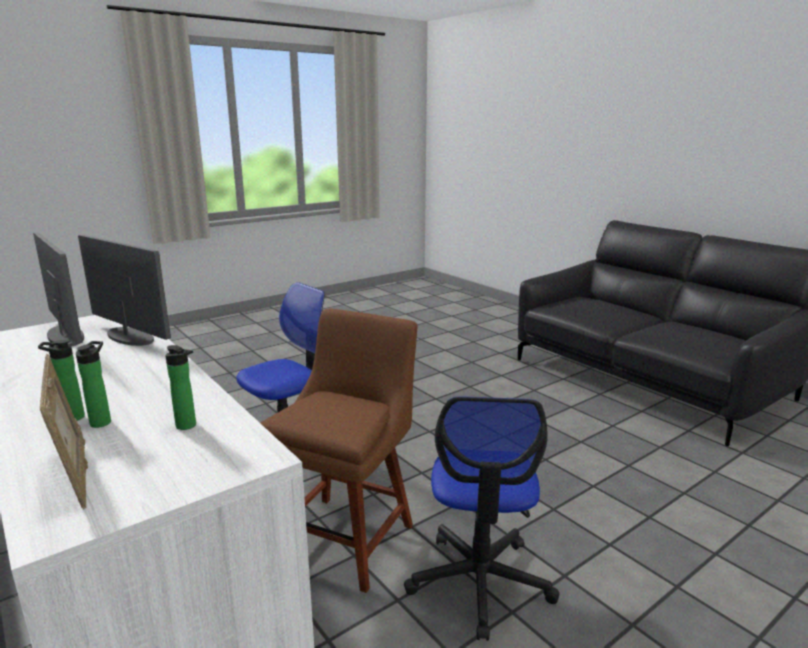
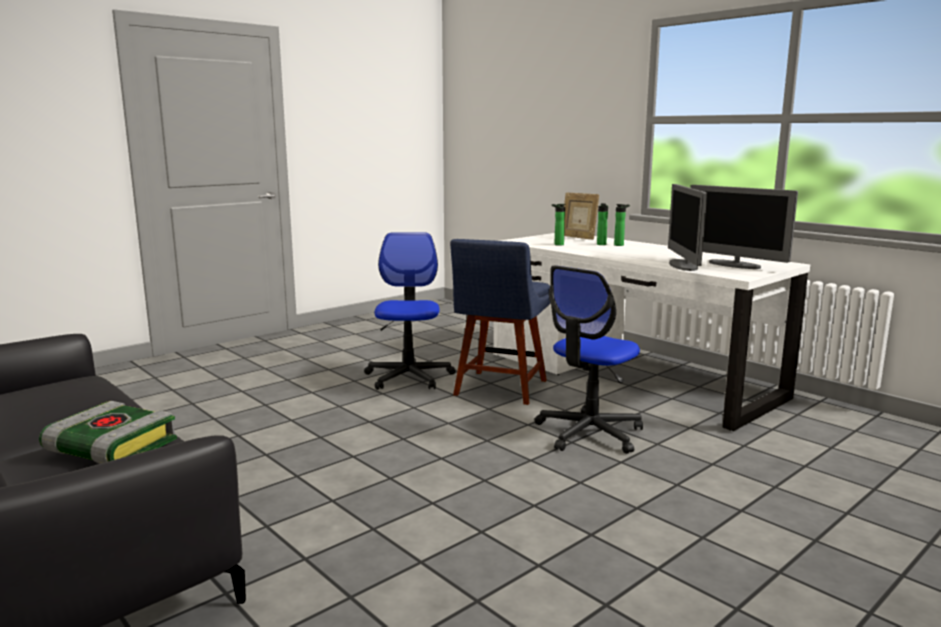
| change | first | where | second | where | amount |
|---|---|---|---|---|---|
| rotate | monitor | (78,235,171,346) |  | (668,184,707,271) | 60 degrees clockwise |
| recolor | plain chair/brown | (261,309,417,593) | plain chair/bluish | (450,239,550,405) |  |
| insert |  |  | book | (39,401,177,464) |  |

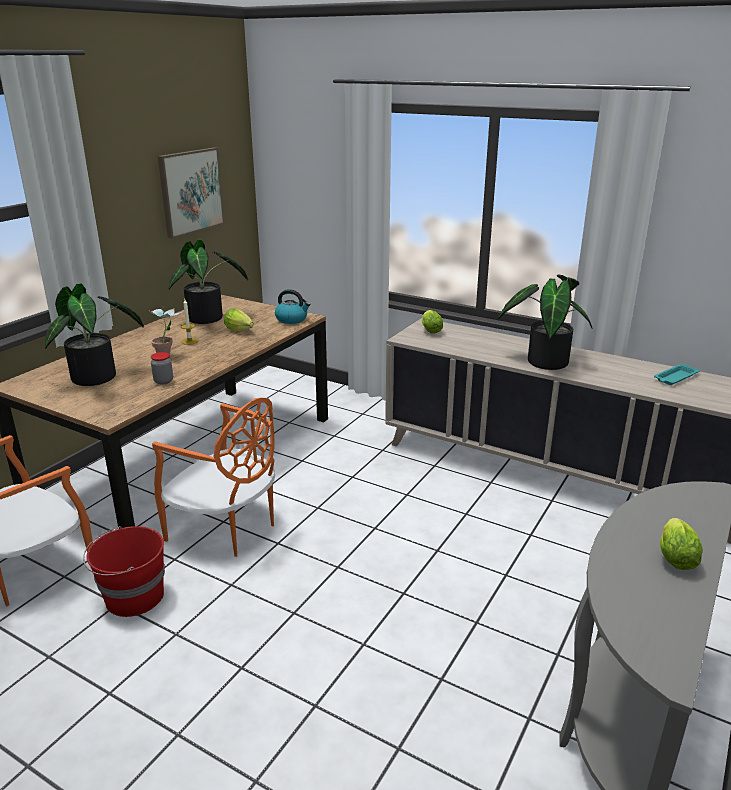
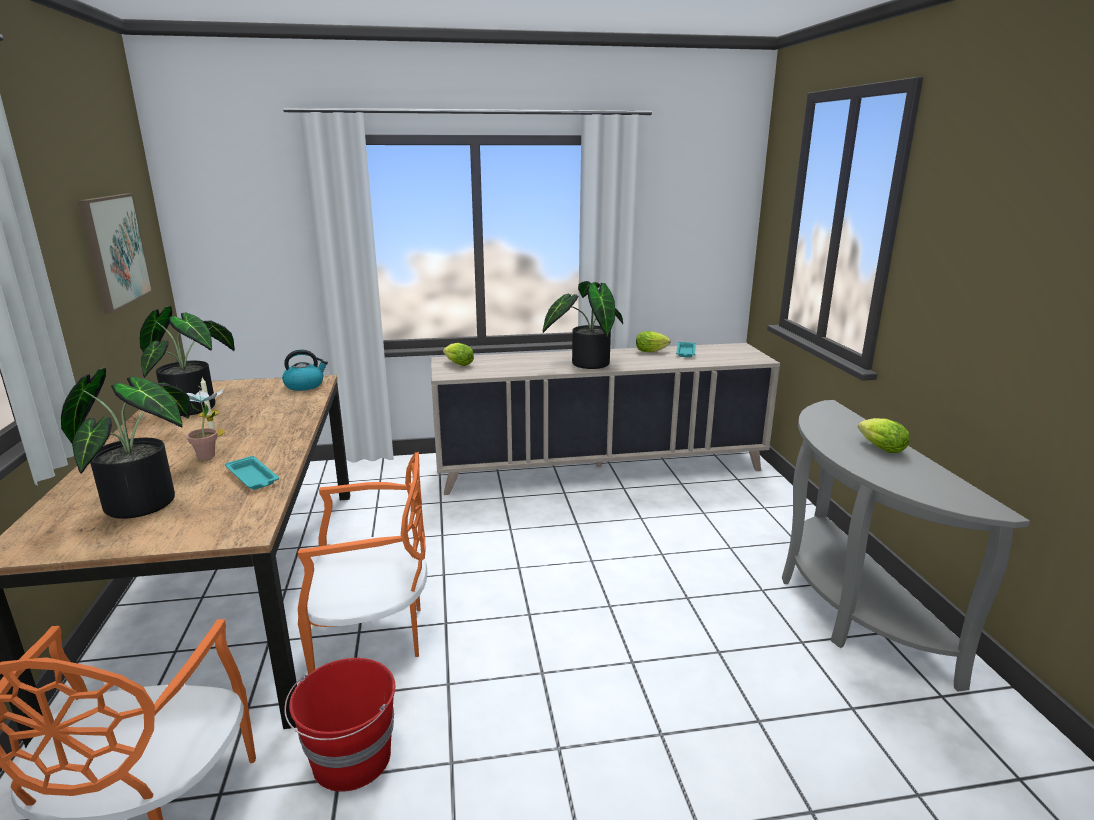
| change | first | where | second | where | amount |
|---|---|---|---|---|---|
| move | head of lettuce | (224,309,254,332) |  | (636,331,670,352) |  |
| replace | preserve jar | (151,352,173,384) | tray/turquoise-coloured | (225,456,279,490) |  |

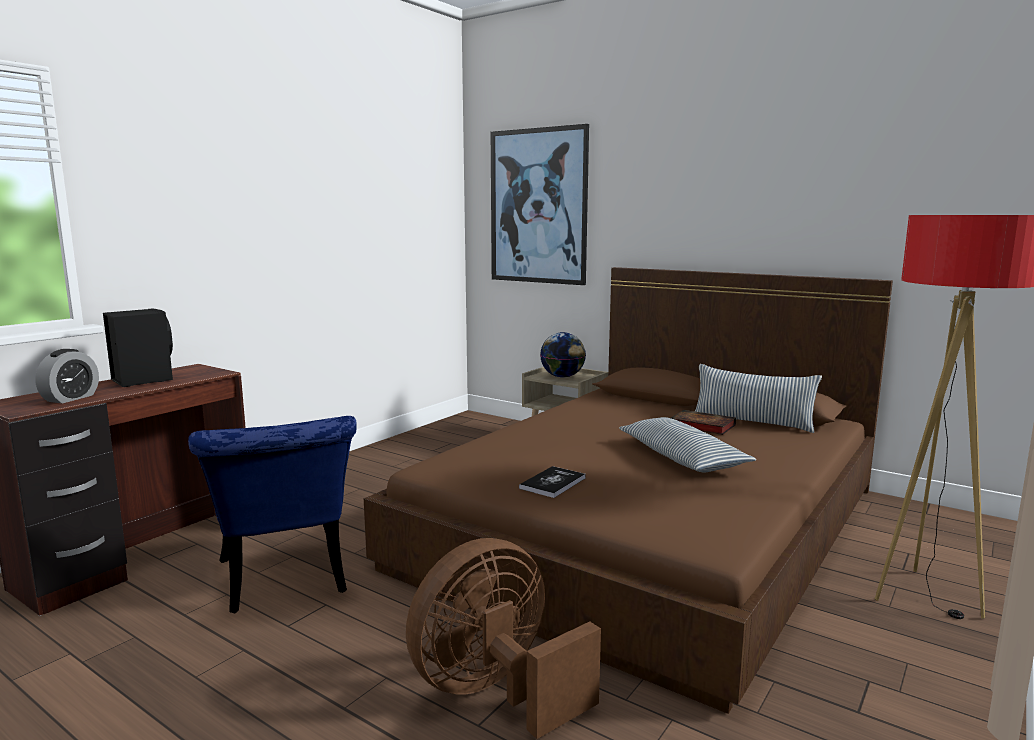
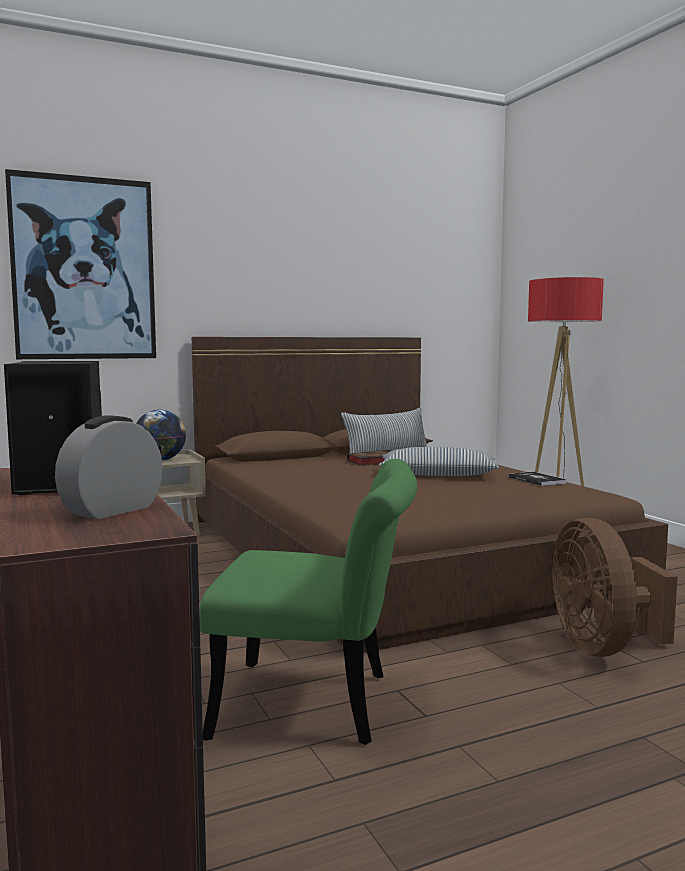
| change | first | where | second | where | amount |
|---|---|---|---|---|---|
| rotate | alarm clock | (35,349,99,403) |  | (55,415,162,519) | 105 degrees counterclockwise |
| recolor | plain chair/bluish | (188,416,357,613) | plain chair/green | (200,459,417,745) |  |
| move | book | (519,466,586,498) |  | (509,472,567,486) |  |

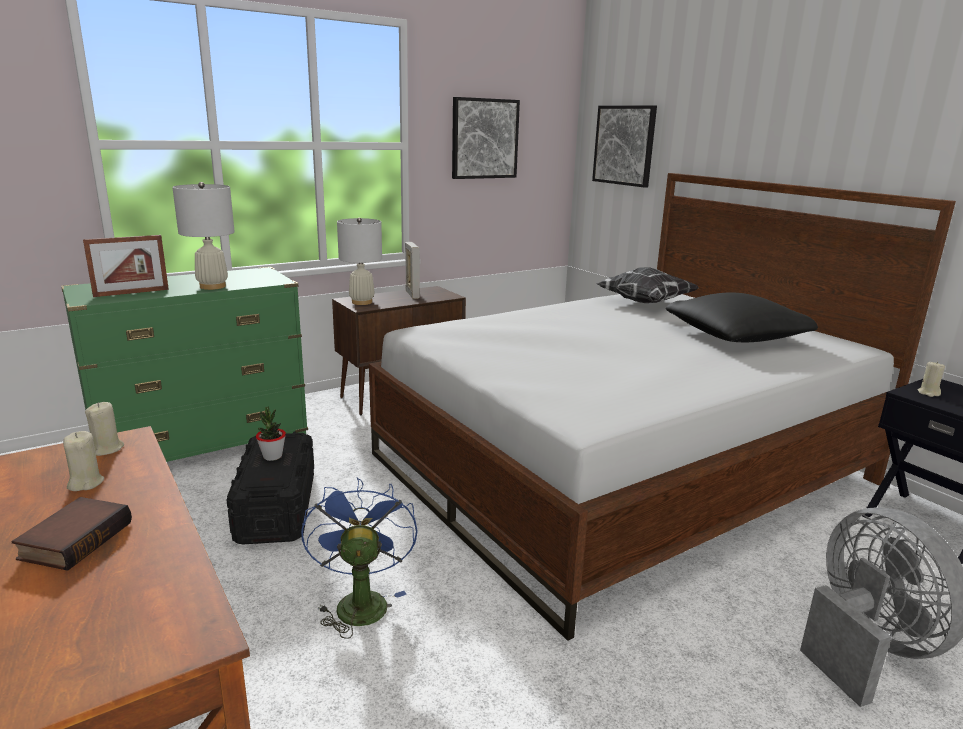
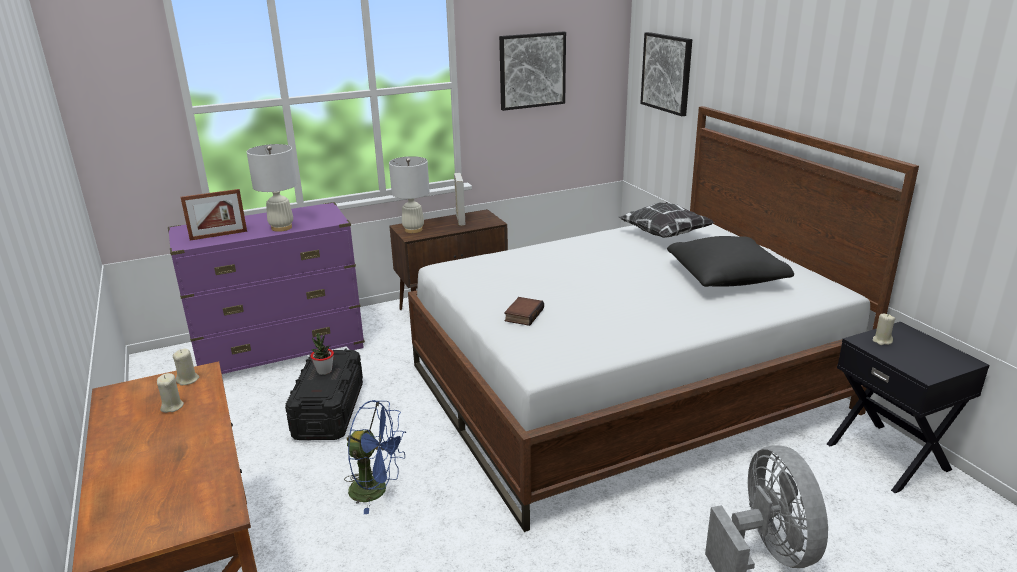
| change | first | where | second | where | amount |
|---|---|---|---|---|---|
| recolor | drawer chest/green | (61,267,308,462) | drawer chest/purple-coloured | (168,202,365,374) |  |
| rotate | fan/bluish | (301,477,418,639) |  | (344,400,406,514) | 105 degrees clockwise |
| move | book | (11,497,132,570) |  | (504,297,544,326) |  |

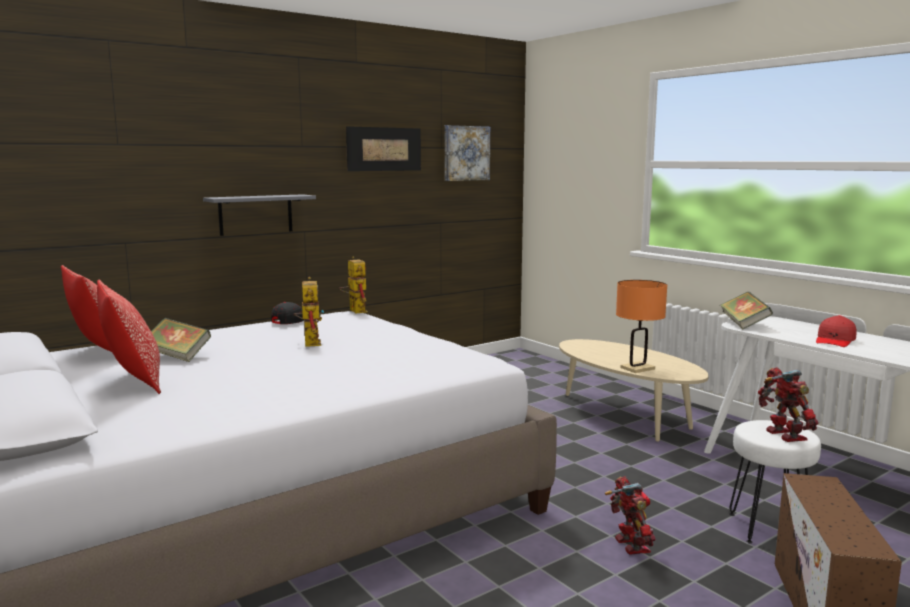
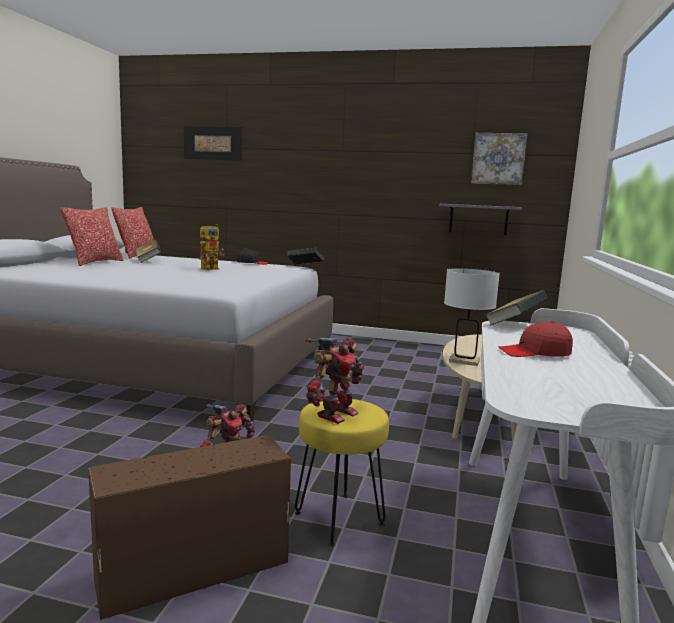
| change | first | where | second | where | amount |
|---|---|---|---|---|---|
| move | picture | (346,126,421,171) |  | (184,126,243,161) |  |
| move | shelf/grey | (203,194,316,236) |  | (439,204,522,235) |  |
| replace | model robot | (339,256,368,314) | book | (287,248,323,265) |  |
| recolor | tabletop lamp/orangey | (616,280,667,373) | tabletop lamp/white | (444,268,500,366) |  |
| recolor | stool seat/white | (729,420,821,544) | stool seat/yellow-coloured | (295,398,389,547) |  |

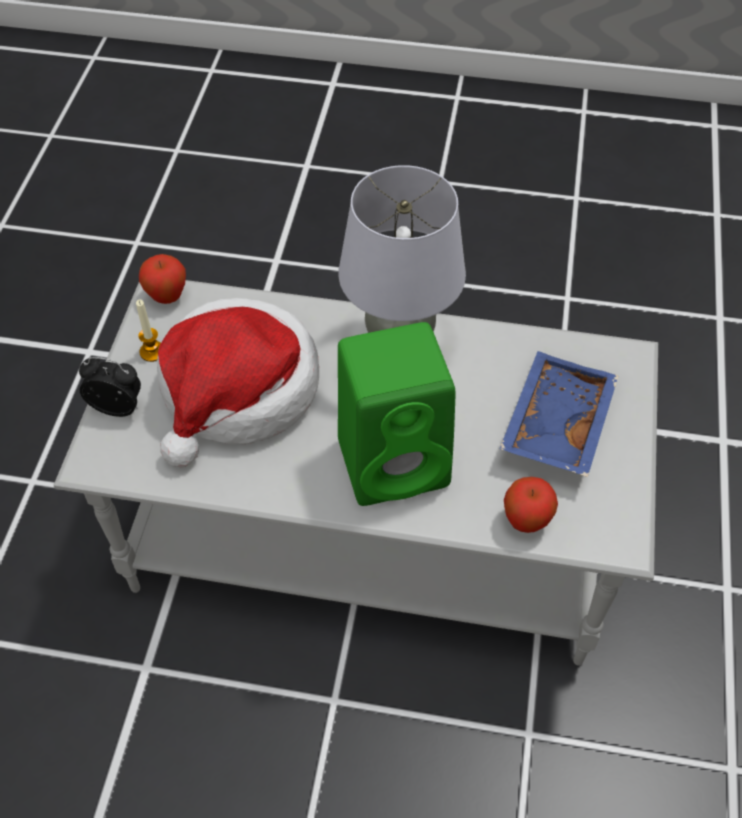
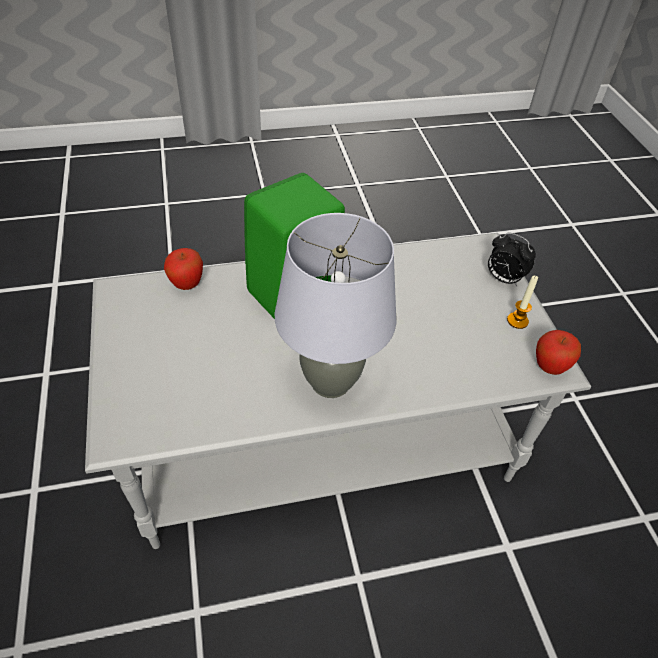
| change | first | where | second | where | amount |
|---|---|---|---|---|---|
| delete | hat | (157,298,319,467) |  |  |  |
| delete | tray/bluish | (500,351,618,477) |  |  |  |
| rotate | alarm clock | (79,357,141,417) |  | (488,232,536,286) | 45 degrees clockwise |

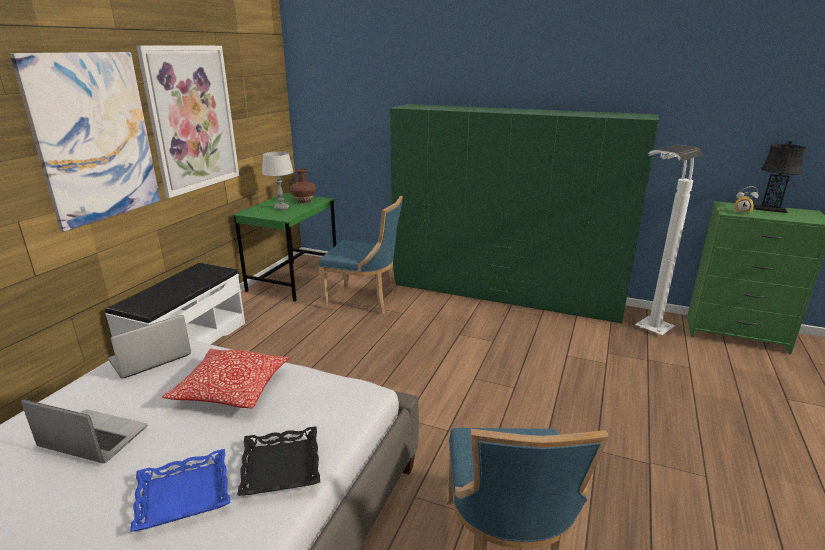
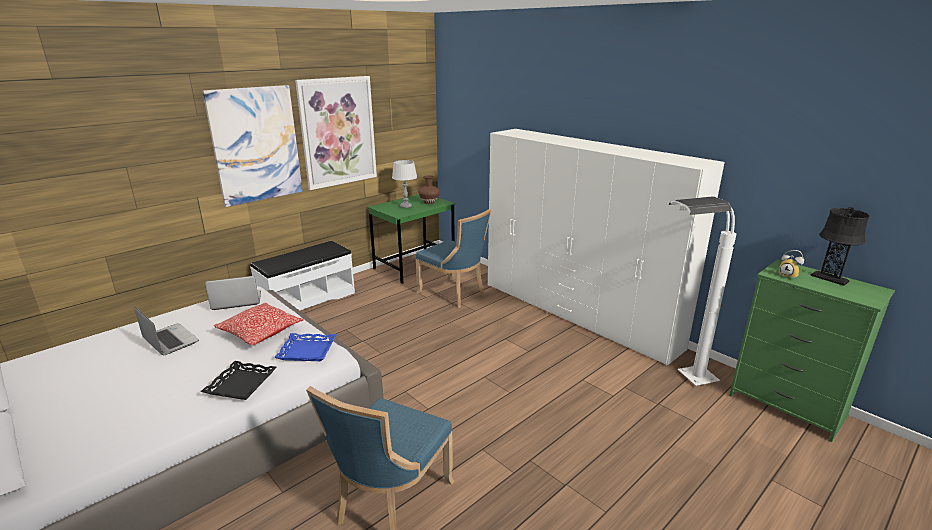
| change | first | where | second | where | amount |
|---|---|---|---|---|---|
| recolor | wardrobe/green | (390,104,659,324) | wardrobe/white | (488,129,725,366) |  |
| move | tray/bluish | (130,449,230,532) |  | (274,333,336,361) |  |

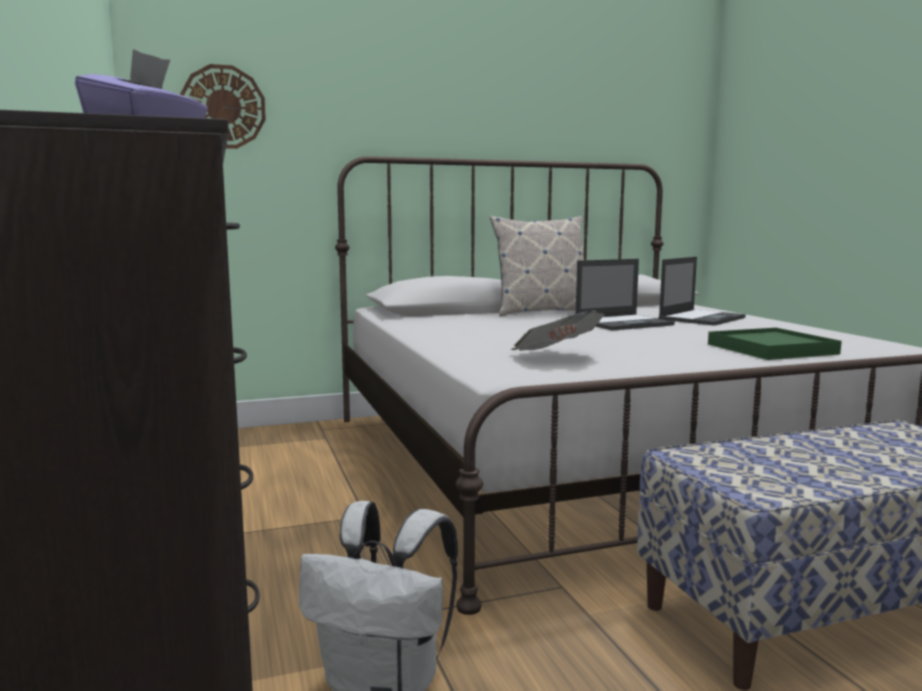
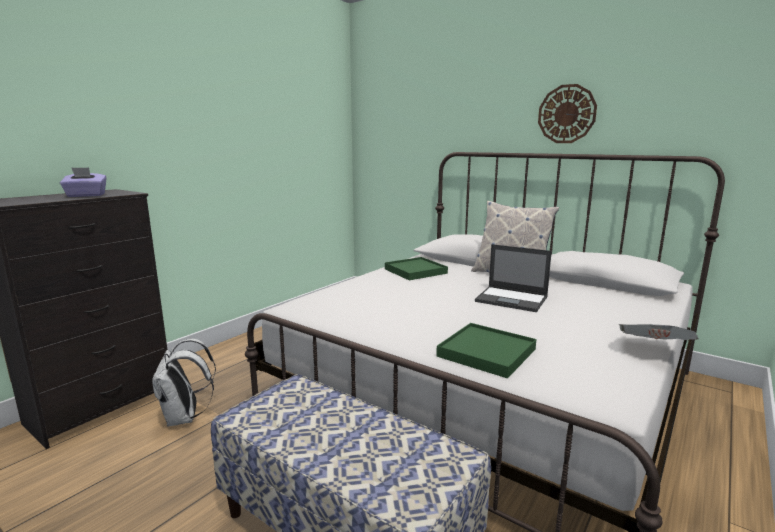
| change | first | where | second | where | amount |
|---|---|---|---|---|---|
| move | hanging clock | (180,64,266,149) |  | (538,84,597,143) |  |
| delete | laptop | (658,257,746,326) |  |  |  |
| move | printed paper | (511,310,605,351) |  | (619,324,699,340) |  |
| insert |  |  | tray/green | (385,257,448,280) |  |

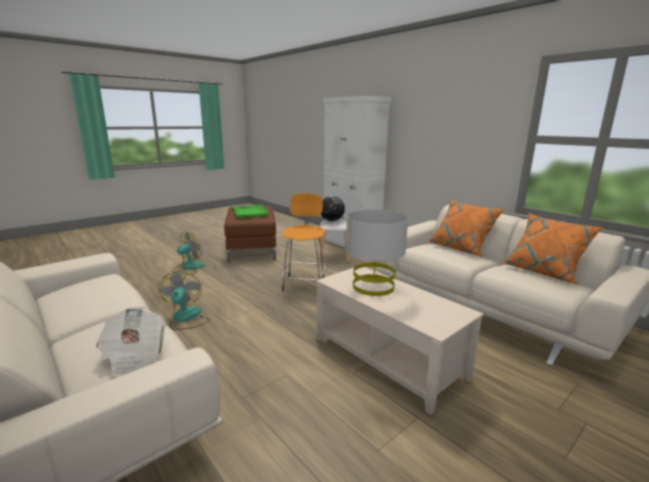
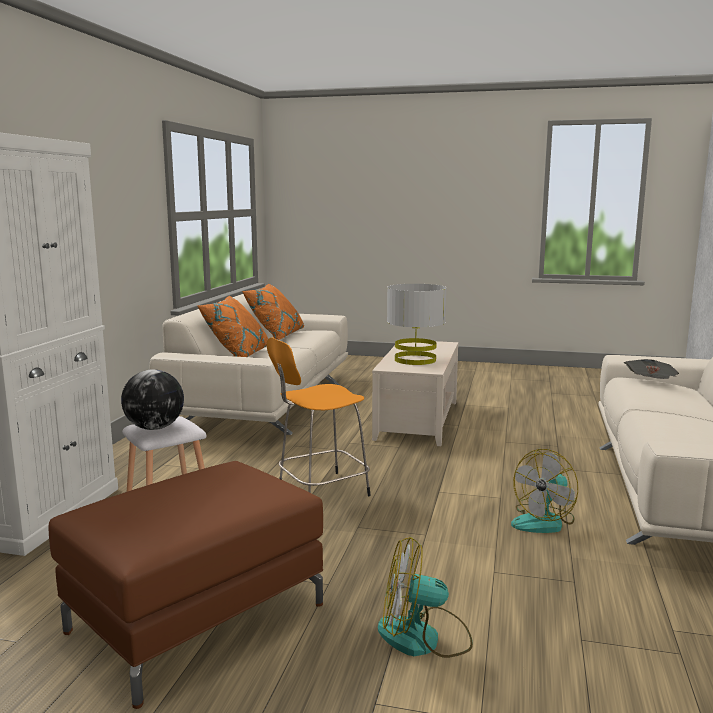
| change | first | where | second | where | amount |
|---|---|---|---|---|---|
| delete | tray/green | (233,205,269,218) |  |  |  |

